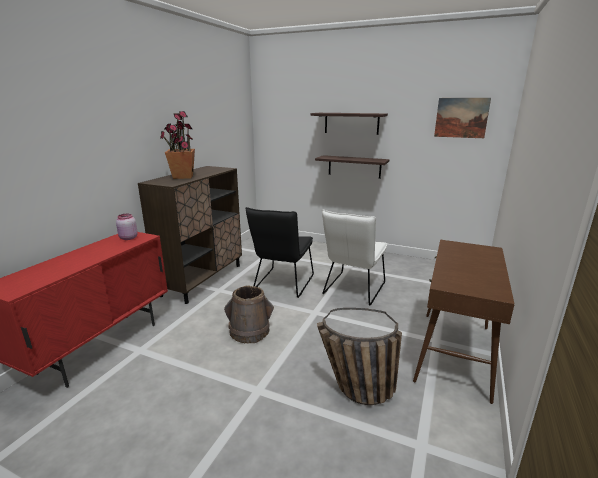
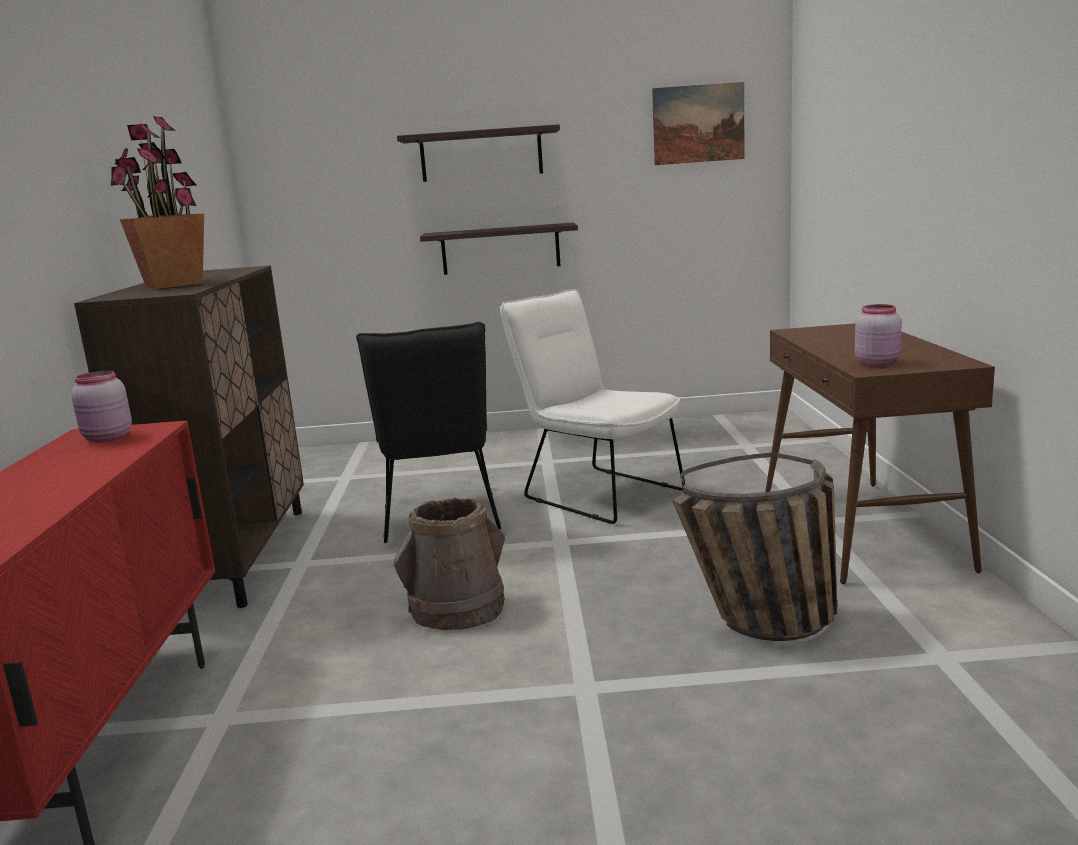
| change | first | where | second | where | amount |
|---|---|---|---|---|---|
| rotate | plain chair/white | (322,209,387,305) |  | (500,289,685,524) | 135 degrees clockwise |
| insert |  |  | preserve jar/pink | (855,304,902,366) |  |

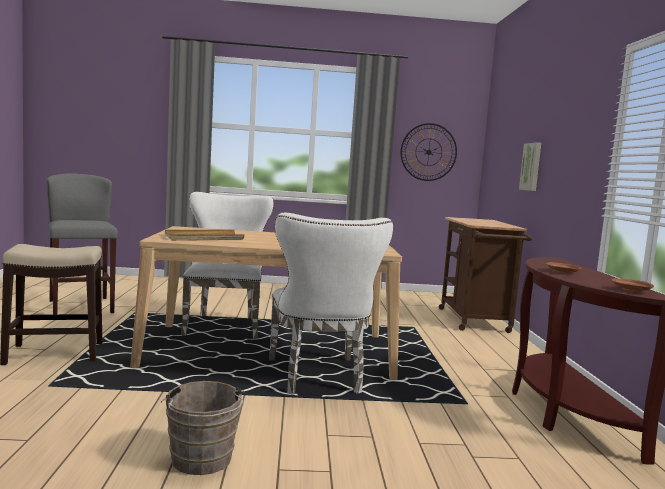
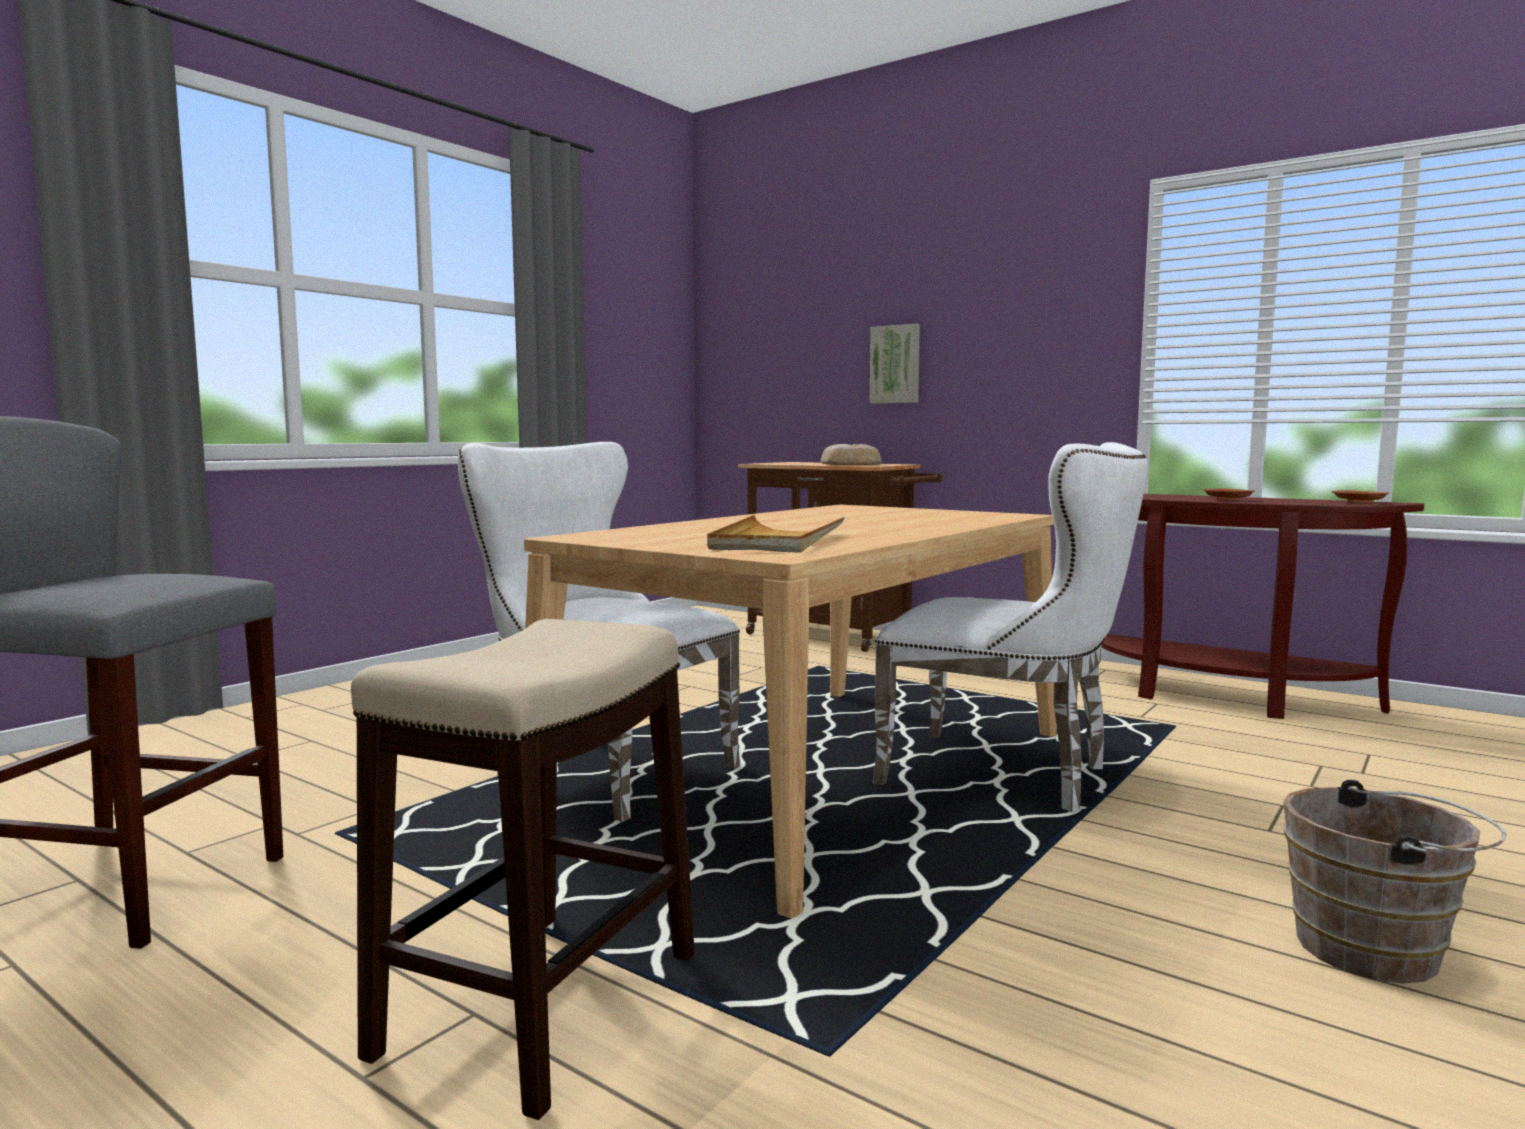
| change | first | where | second | where | amount |
|---|---|---|---|---|---|
| delete | hanging clock | (401,123,457,181) |  |  |  |
| insert |  |  | baked bread | (821,444,882,465) |  |

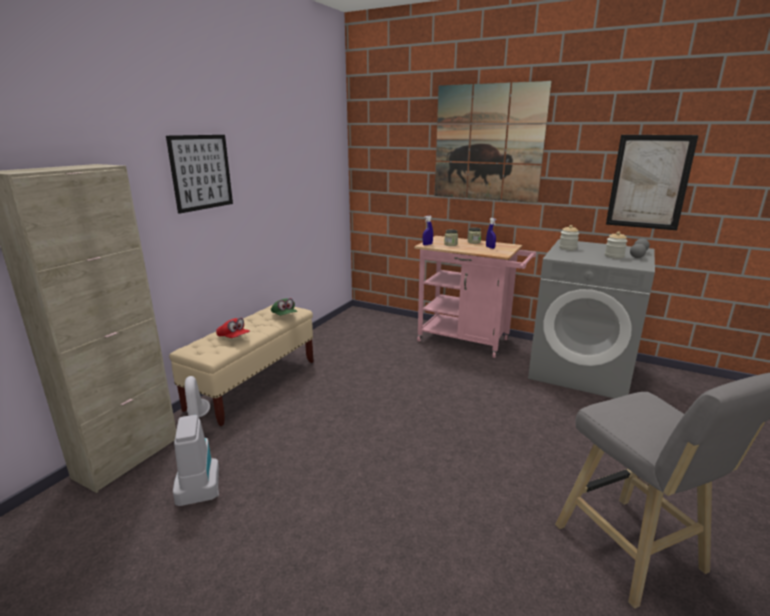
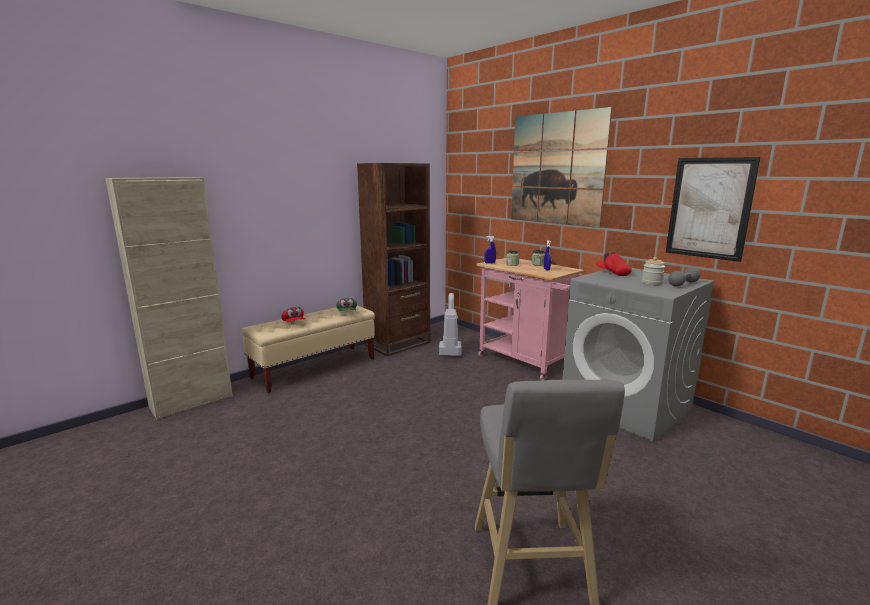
| change | first | where | second | where | amount |
|---|---|---|---|---|---|
| delete | picture | (166,135,233,214) |  |  |  |
| replace | preserve jar | (559,225,579,250) | cap/red-coloured | (596,251,632,276) |  |
| move | vacuum cleaner | (173,376,219,506) |  | (439,293,461,356) |  |
| insert |  |  | bookcase/brown | (357,163,430,356) |  |

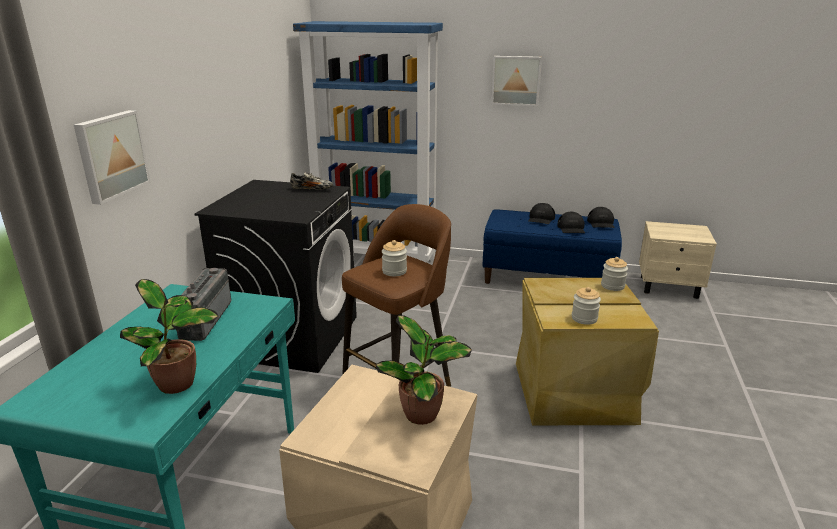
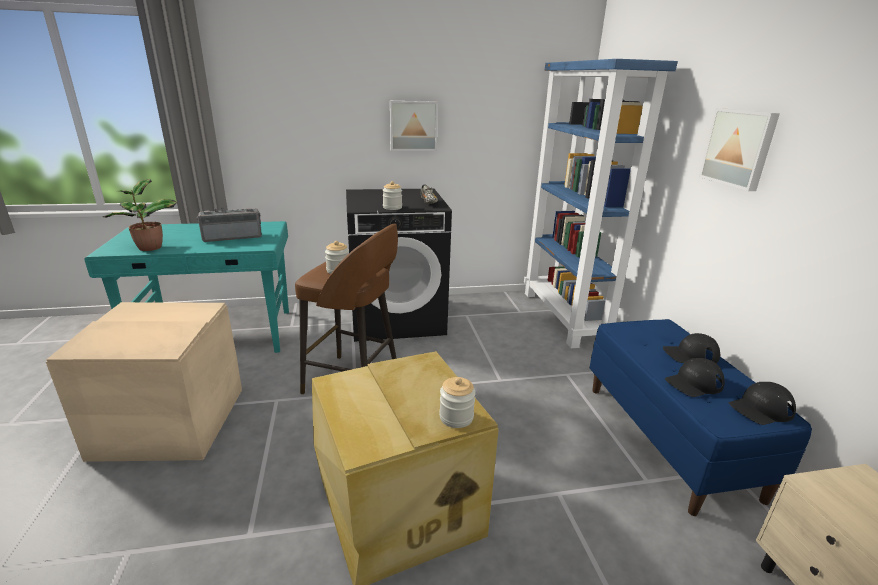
| change | first | where | second | where | amount |
|---|---|---|---|---|---|
| move | picture | (74,110,151,205) |  | (390,101,438,151) |  |
| move | preserve jar | (572,287,601,325) |  | (382,181,402,210) |  |
| delete | plant in a pot | (376,315,472,425) |  |  |  |

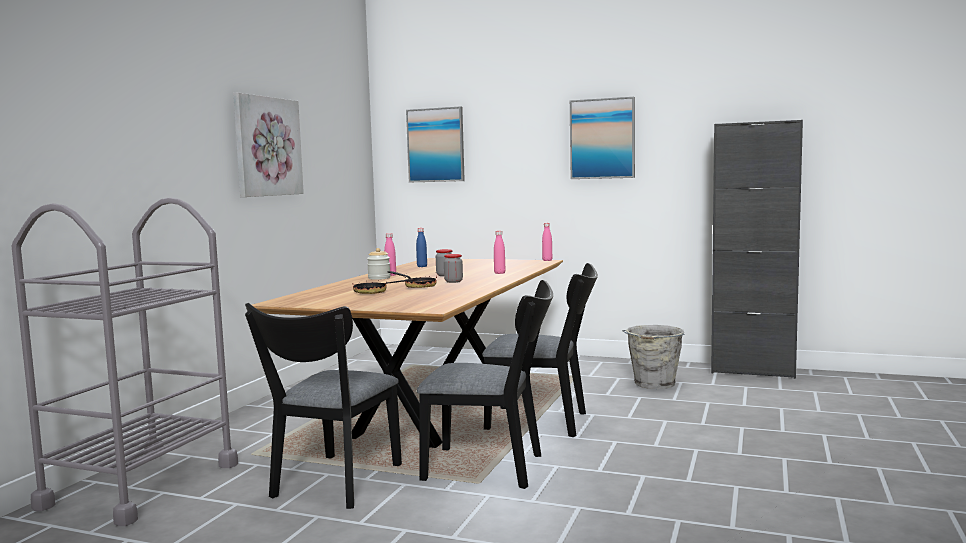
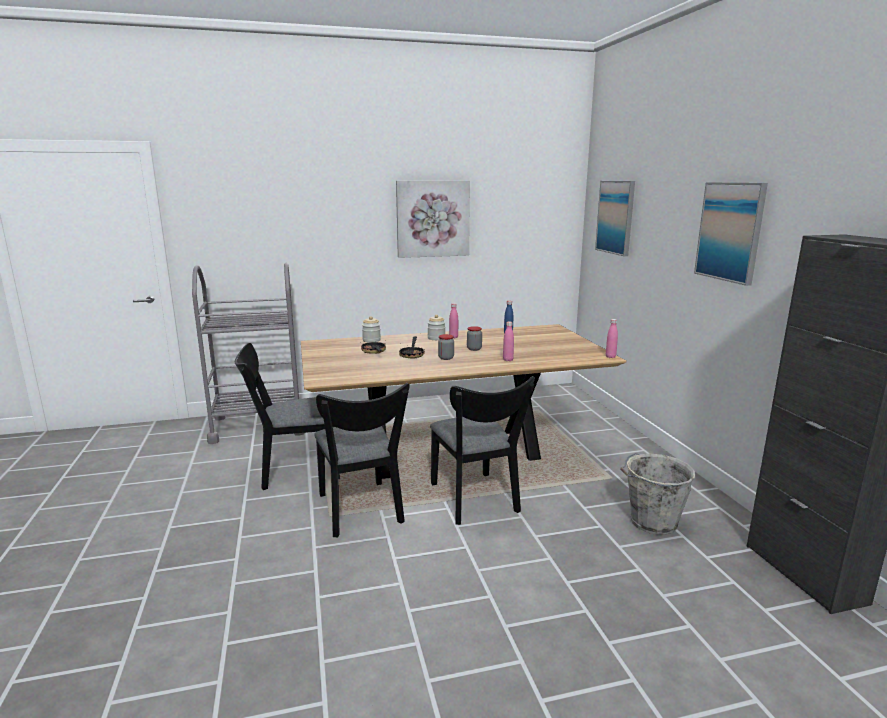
| change | first | where | second | where | amount |
|---|---|---|---|---|---|
| insert |  |  | preserve jar | (362,316,381,343) |  |

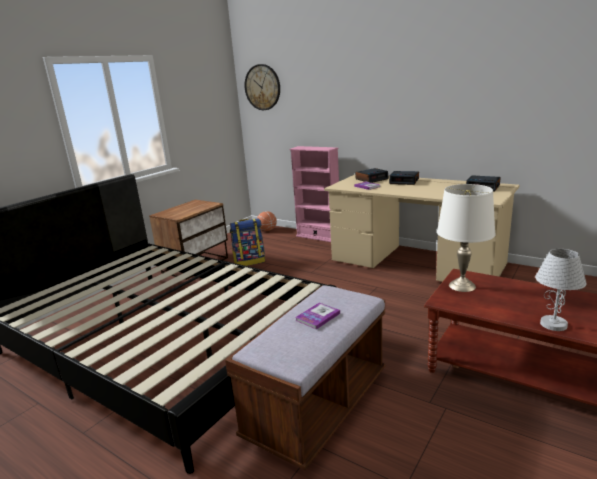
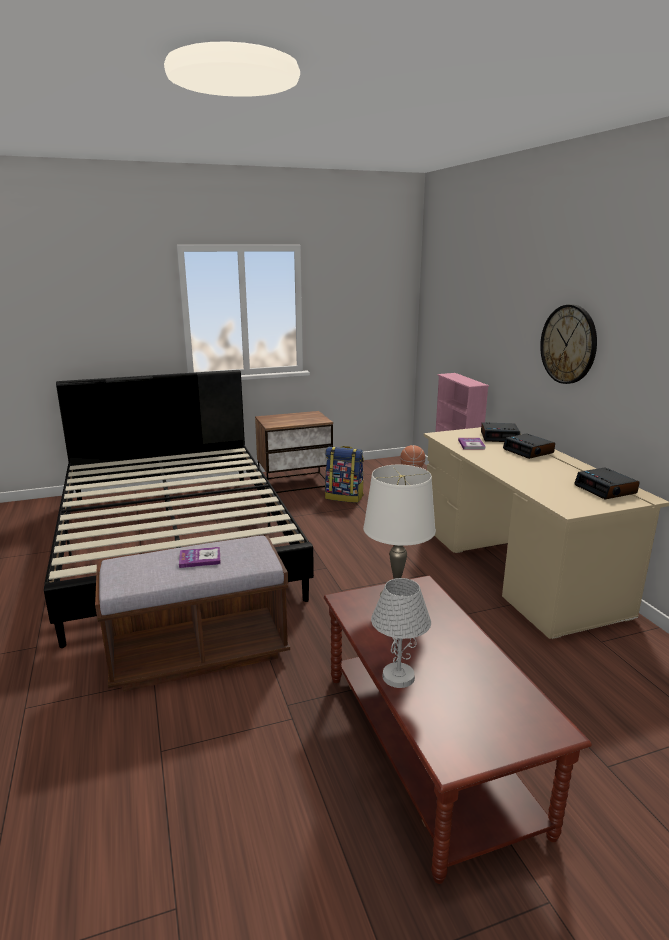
| change | first | where | second | where | amount |
|---|---|---|---|---|---|
| move | hanging clock | (244,64,280,110) |  | (540,305,597,384) |  |

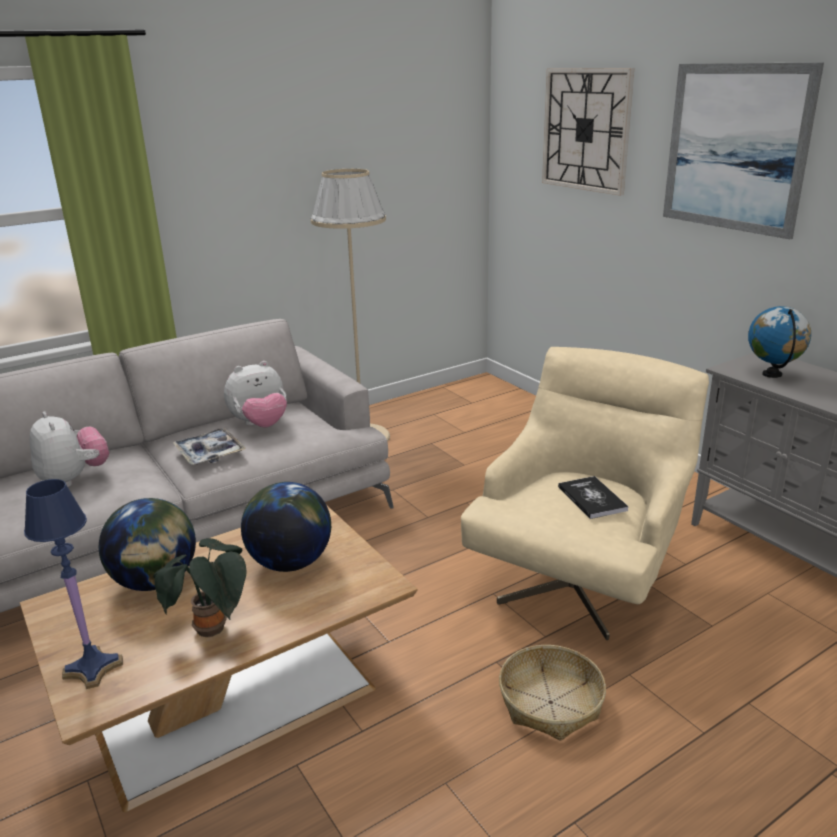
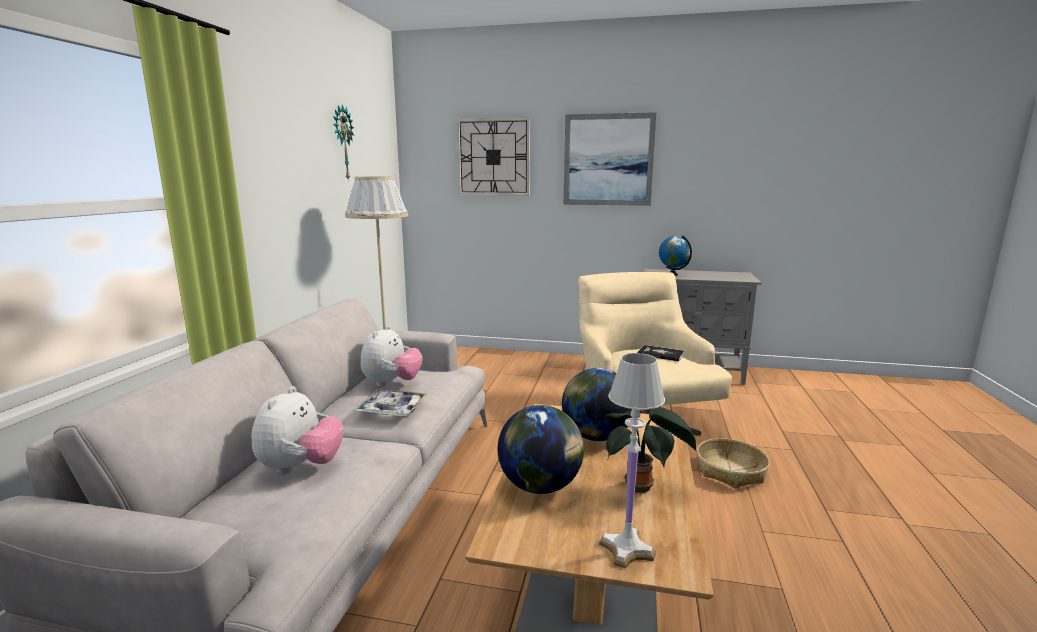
| change | first | where | second | where | amount |
|---|---|---|---|---|---|
| rotate | cuddly toy | (30,412,109,487) |  | (251,386,344,474) | 90 degrees clockwise |
| recolor | tabletop lamp/bluish | (24,479,123,689) | tabletop lamp/white | (599,353,665,569) |  |
| insert |  |  | hanging clock | (333,104,354,181) |  |

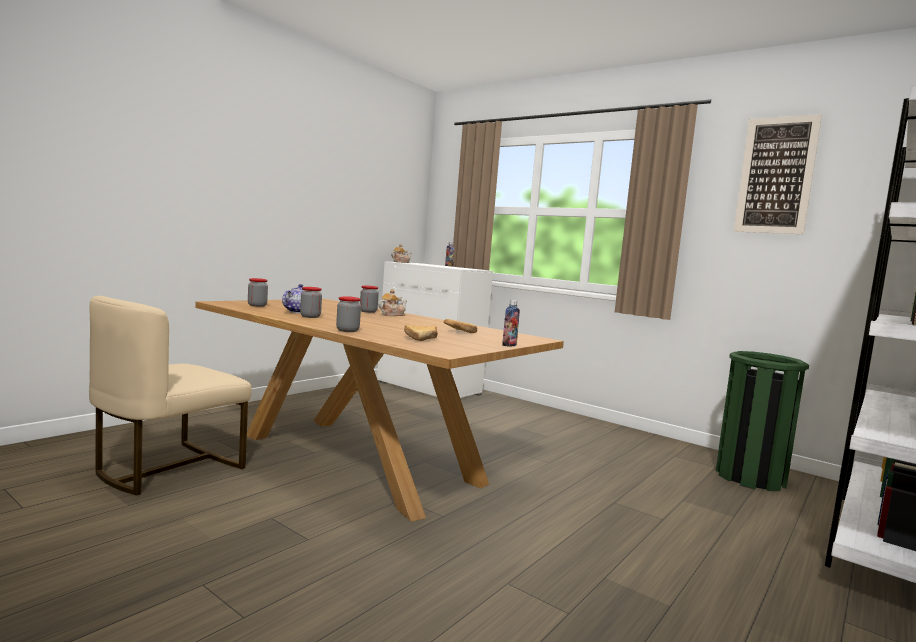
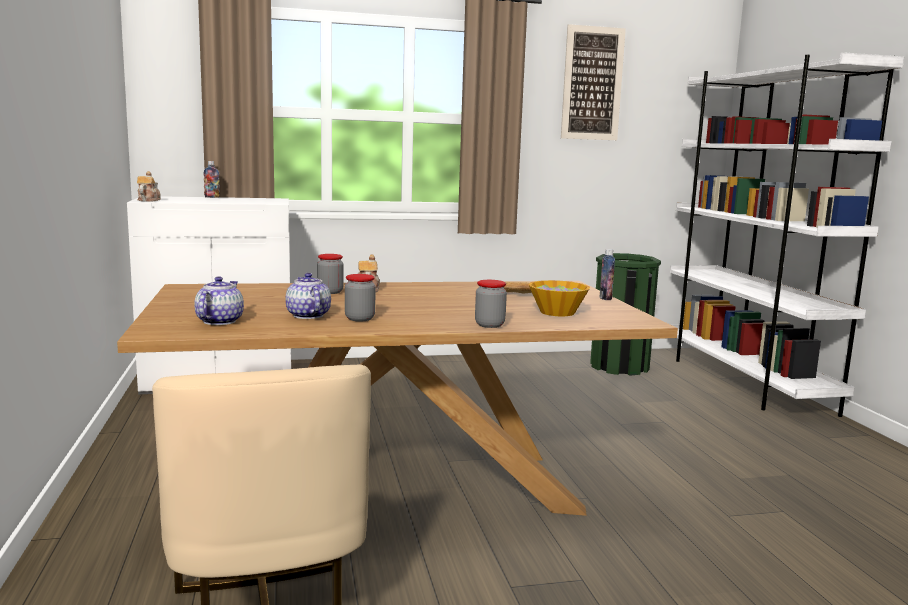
| change | first | where | second | where | amount |
|---|---|---|---|---|---|
| replace | preserve jar | (248,278,268,307) | tea pot | (194,276,244,325) |  |
| replace | baked bread | (404,325,438,341) | deep dish | (528,280,590,316) |  |

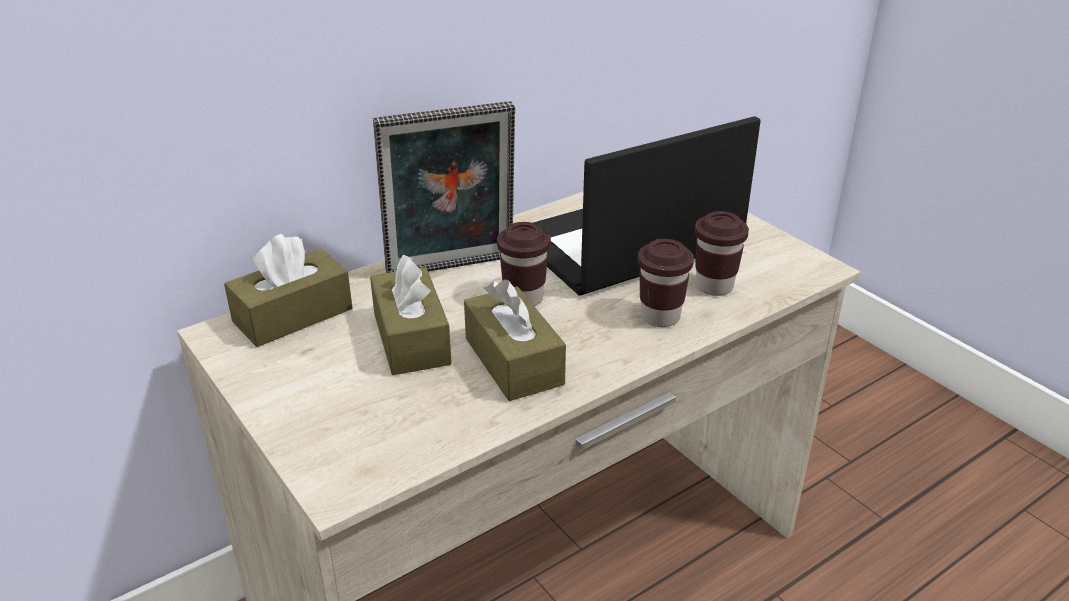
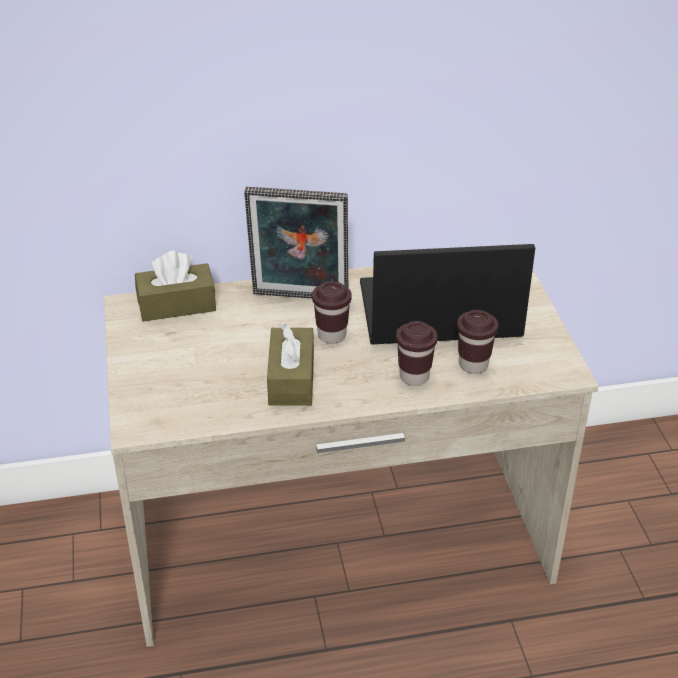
| change | first | where | second | where | amount |
|---|---|---|---|---|---|
| delete | tissue holder/brown | (370,255,452,375) |  |  |  |

